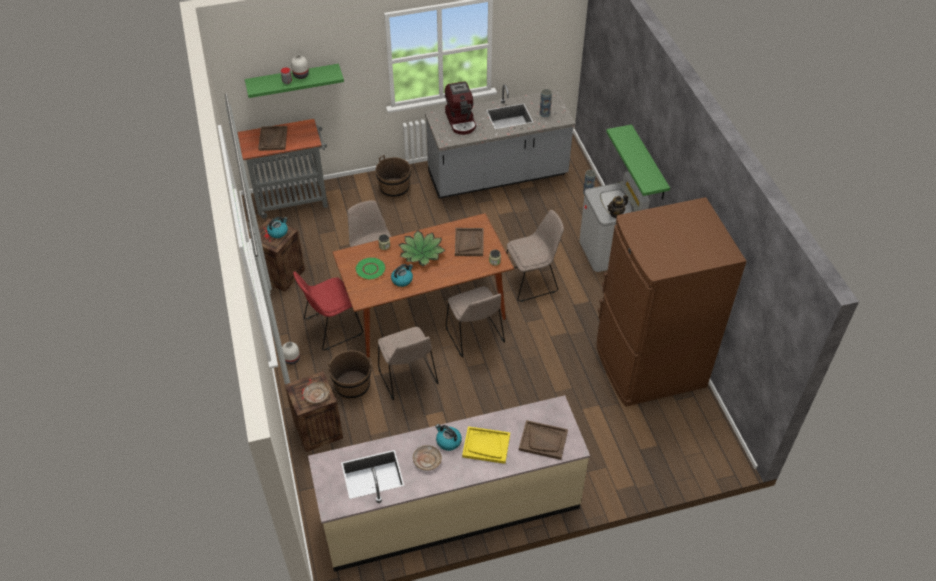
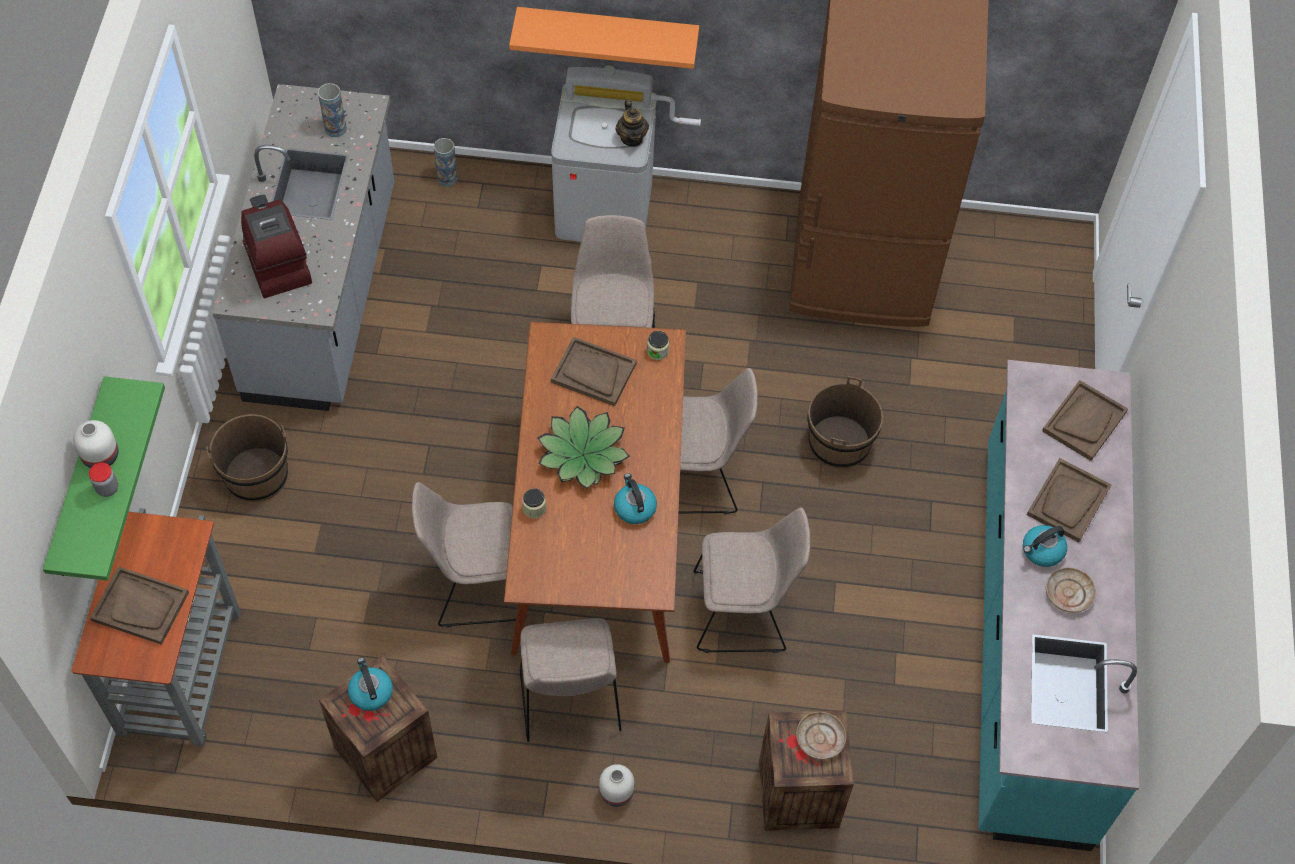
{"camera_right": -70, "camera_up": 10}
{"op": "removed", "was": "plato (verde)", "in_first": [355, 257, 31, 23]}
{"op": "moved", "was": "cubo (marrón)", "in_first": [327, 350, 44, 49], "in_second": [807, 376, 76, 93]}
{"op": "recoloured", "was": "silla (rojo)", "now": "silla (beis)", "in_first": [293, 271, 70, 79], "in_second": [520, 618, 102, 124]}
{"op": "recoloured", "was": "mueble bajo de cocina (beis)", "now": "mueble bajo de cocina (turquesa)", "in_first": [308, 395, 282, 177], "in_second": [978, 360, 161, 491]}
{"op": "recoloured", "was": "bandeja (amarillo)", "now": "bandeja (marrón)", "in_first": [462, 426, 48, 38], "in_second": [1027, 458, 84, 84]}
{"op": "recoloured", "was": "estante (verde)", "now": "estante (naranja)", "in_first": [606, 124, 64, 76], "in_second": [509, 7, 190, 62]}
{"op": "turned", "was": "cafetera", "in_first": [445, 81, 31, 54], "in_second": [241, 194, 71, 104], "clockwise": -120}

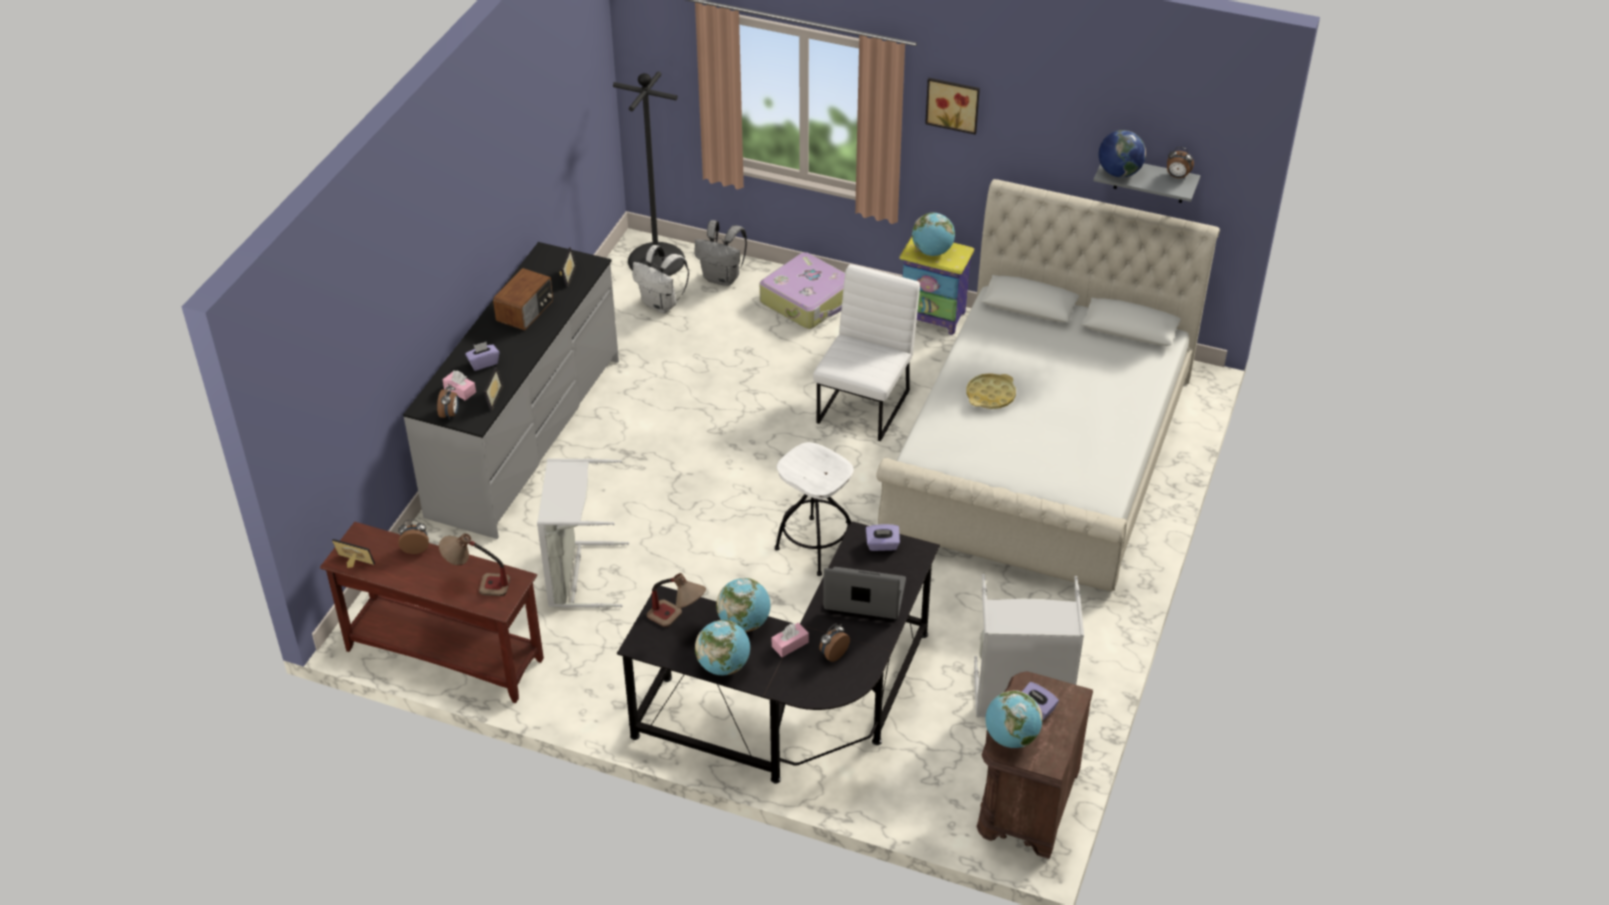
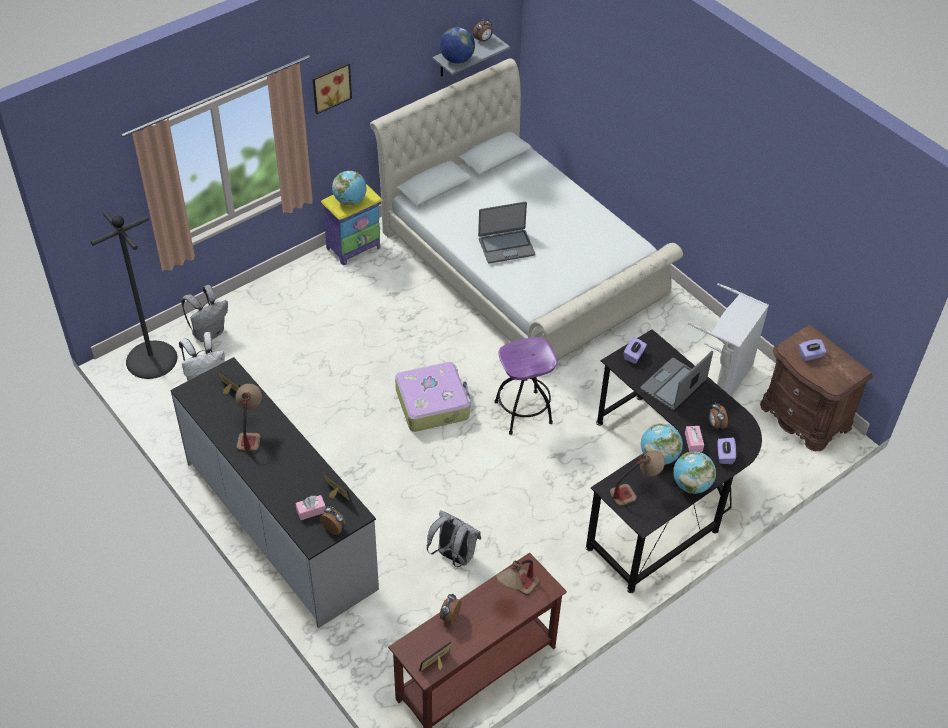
{"camera_right": -60, "camera_up": 5}
{"op": "removed", "was": "silla (blanco)", "in_first": [813, 264, 107, 177]}
{"op": "removed", "was": "globo terráqueo", "in_first": [985, 690, 58, 58]}
{"op": "moved", "was": "caja de pañuelos (morado)", "in_first": [465, 342, 35, 29], "in_second": [718, 437, 18, 27]}
{"op": "moved", "was": "maleta", "in_first": [760, 252, 85, 77], "in_second": [395, 362, 76, 70]}
{"op": "replaced", "was": "radio", "now": "lámpara de mesa", "in_first": [493, 268, 60, 62], "in_second": [236, 384, 26, 68]}
{"op": "replaced", "was": "cesto de la ropa (gris)", "now": "mochila (gris)", "in_first": [537, 458, 92, 150], "in_second": [427, 510, 54, 57]}
{"op": "replaced", "was": "bandeja (amarillo)", "now": "portátil", "in_first": [967, 373, 49, 36], "in_second": [478, 202, 57, 62]}
{"op": "recoloured", "was": "taburete (blanco)", "now": "taburete (morado)", "in_first": [775, 442, 79, 134], "in_second": [494, 337, 64, 98]}

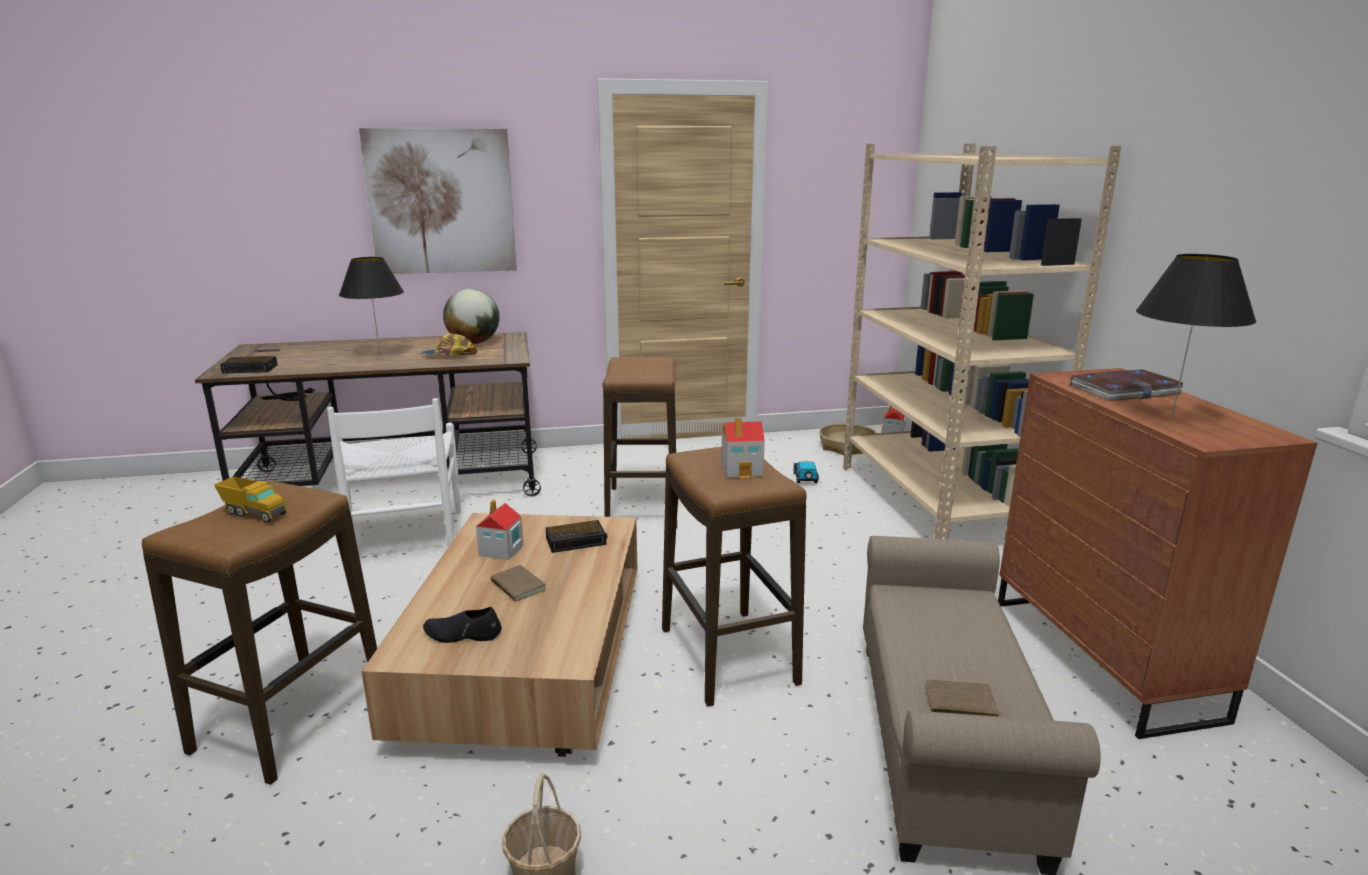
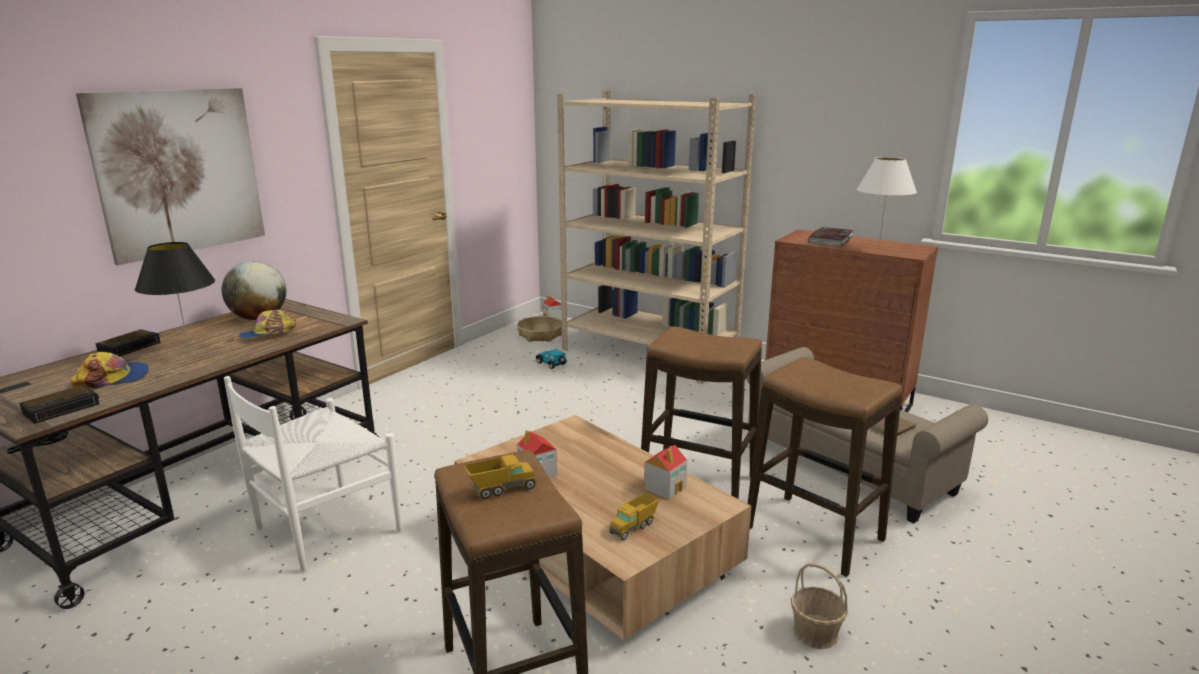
{"camera_right": -45, "camera_up": 0}
{"op": "removed", "was": "libro (marrón)", "in_first": [490, 565, 56, 37]}
{"op": "added", "now": "gorra", "in_second": [70, 352, 79, 36]}
{"op": "moved", "was": "despertador", "in_first": [545, 520, 63, 33], "in_second": [95, 329, 66, 28]}
{"op": "moved", "was": "taburete", "in_first": [602, 357, 75, 171], "in_second": [748, 357, 154, 220]}
{"op": "moved", "was": "casita", "in_first": [721, 418, 44, 60], "in_second": [644, 445, 43, 54]}
{"op": "replaced", "was": "zapato (negro)", "now": "camión de juguete", "in_first": [423, 607, 79, 36], "in_second": [609, 493, 50, 47]}
{"op": "recoloured", "was": "lámpara de mesa (negro)", "now": "lámpara de mesa (blanco)", "in_first": [1136, 254, 120, 165], "in_second": [857, 157, 60, 92]}
{"op": "turned", "was": "silla (blanco)", "in_first": [327, 398, 134, 149], "in_second": [224, 376, 178, 196], "clockwise": 105}

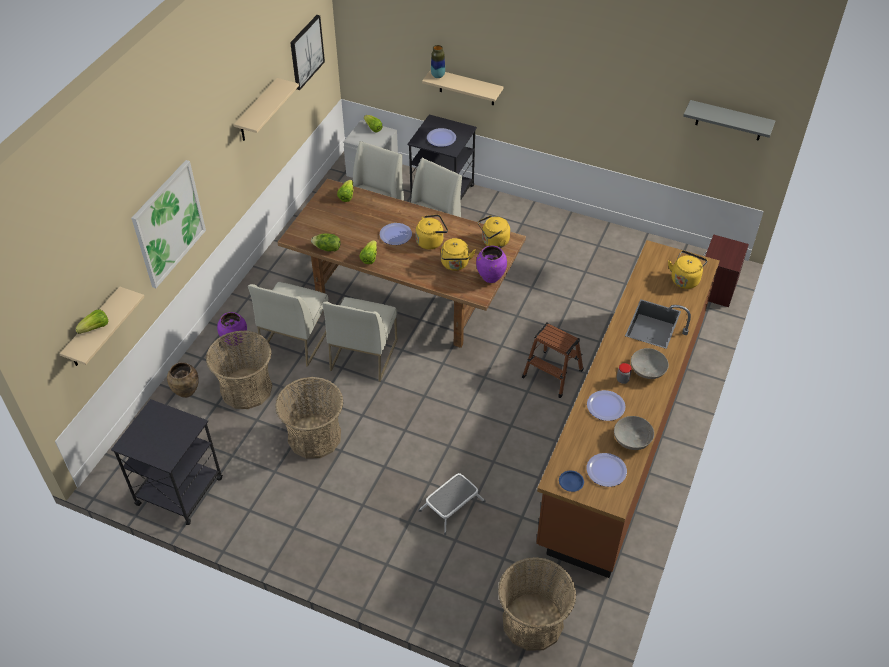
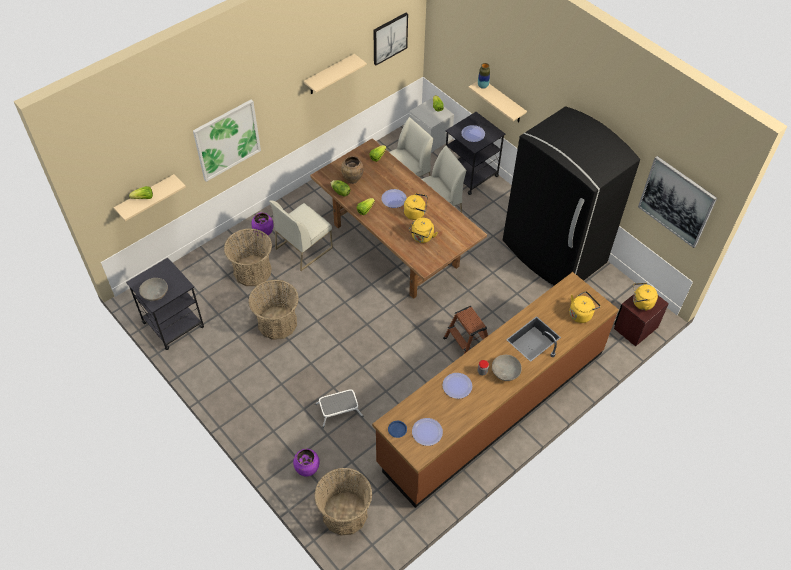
{"camera_right": 25, "camera_up": 5}
{"op": "removed", "was": "silla (blanco)", "in_first": [322, 297, 76, 85]}
{"op": "added", "now": "nevera (negro)", "in_second": [503, 107, 137, 179]}
{"op": "moved", "was": "florero (marrón)", "in_first": [167, 362, 32, 36], "in_second": [341, 156, 23, 28]}
{"op": "moved", "was": "florero (morado)", "in_first": [476, 245, 31, 38], "in_second": [293, 449, 27, 28]}
{"op": "moved", "was": "hervidor (amarillo)", "in_first": [478, 215, 32, 33], "in_second": [633, 283, 25, 27]}
{"op": "moved", "was": "cuenco (gris)", "in_first": [614, 416, 40, 34], "in_second": [139, 278, 29, 23]}
{"op": "replaced", "was": "estante (gris)", "now": "cuadro", "in_first": [683, 100, 92, 41], "in_second": [638, 156, 79, 92]}

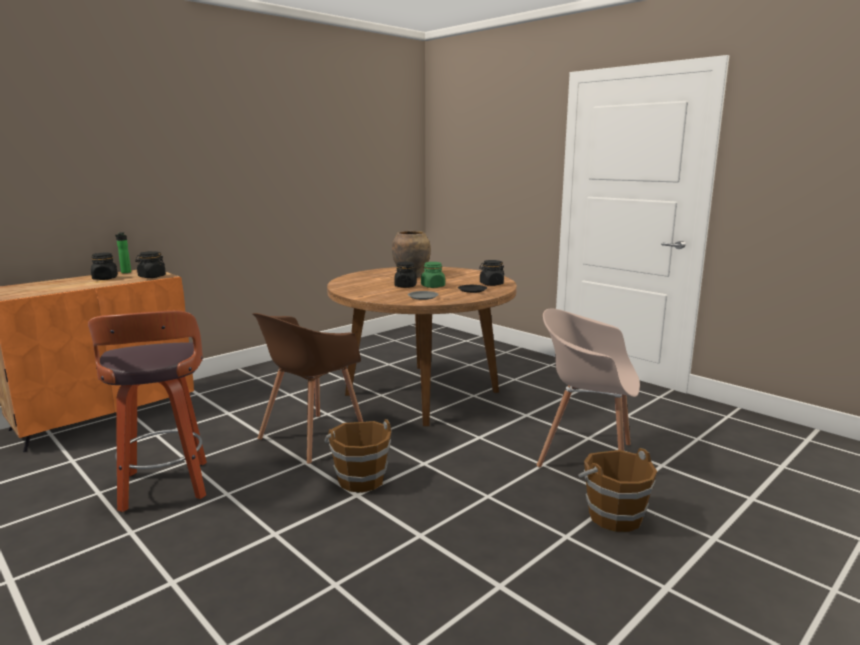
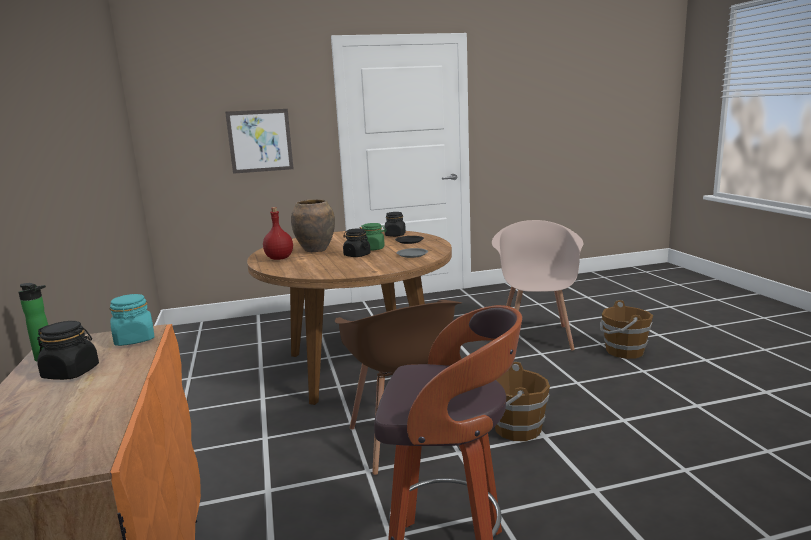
{"camera_right": -60, "camera_up": 0}
{"op": "added", "now": "cuadro", "in_second": [225, 109, 69, 65]}
{"op": "added", "now": "botella (rojo)", "in_second": [263, 207, 30, 53]}
{"op": "recoloured", "was": "tarro (negro)", "now": "tarro (turquesa)", "in_first": [135, 251, 31, 27], "in_second": [110, 294, 44, 52]}
{"op": "turned", "was": "silla (beis)", "in_first": [537, 308, 103, 159], "in_second": [492, 220, 91, 131], "clockwise": 135}

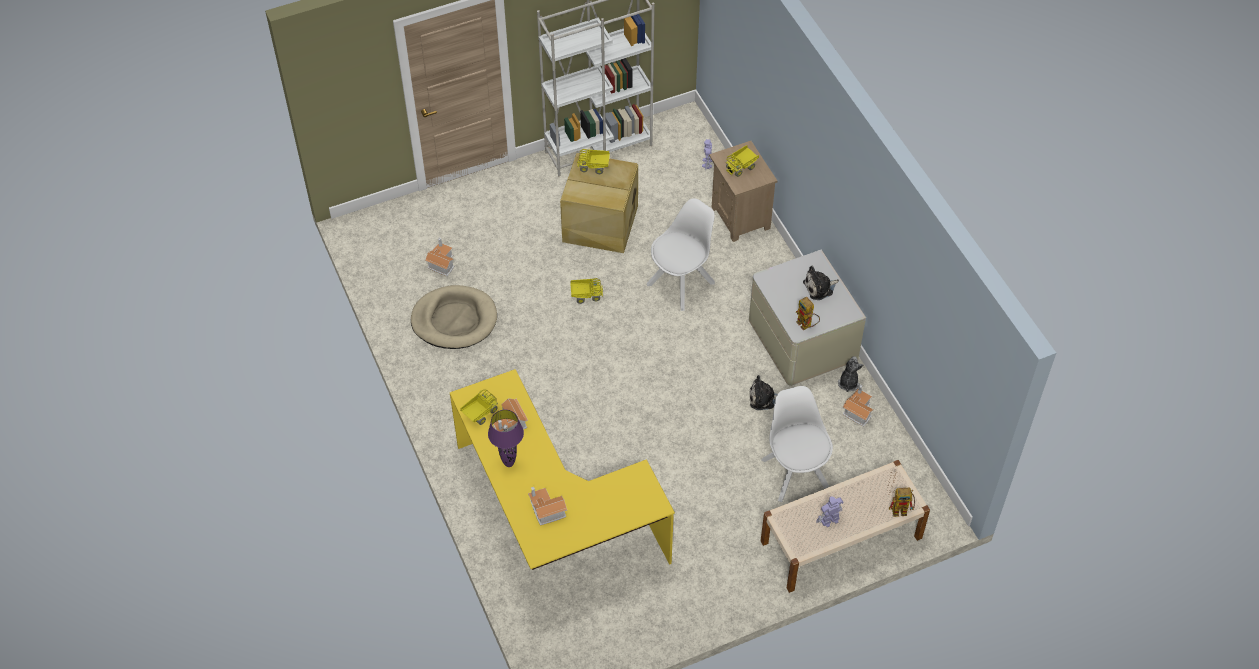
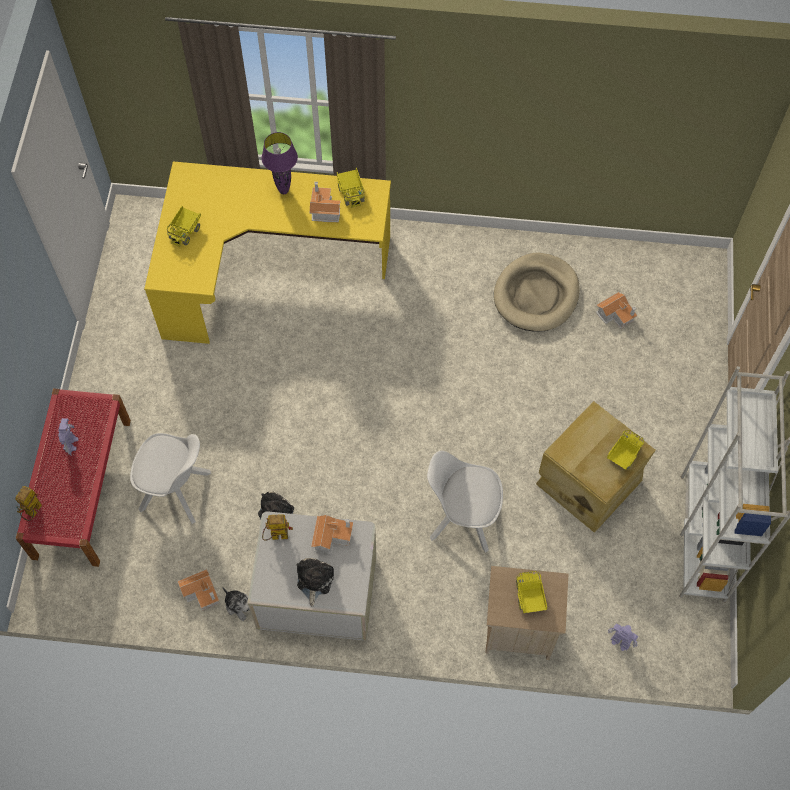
{"camera_right": 120, "camera_up": 10}
{"op": "moved", "was": "casita", "in_first": [528, 487, 39, 39], "in_second": [311, 515, 42, 39]}
{"op": "moved", "was": "camión de juguete", "in_first": [570, 278, 33, 26], "in_second": [167, 206, 34, 41]}
{"op": "recoloured", "was": "banco (beis)", "now": "banco (rojo)", "in_first": [761, 460, 169, 133], "in_second": [16, 388, 115, 179]}
{"op": "turned", "was": "silla (blanco)", "in_first": [647, 198, 68, 113], "in_second": [427, 451, 76, 102], "clockwise": 120}

